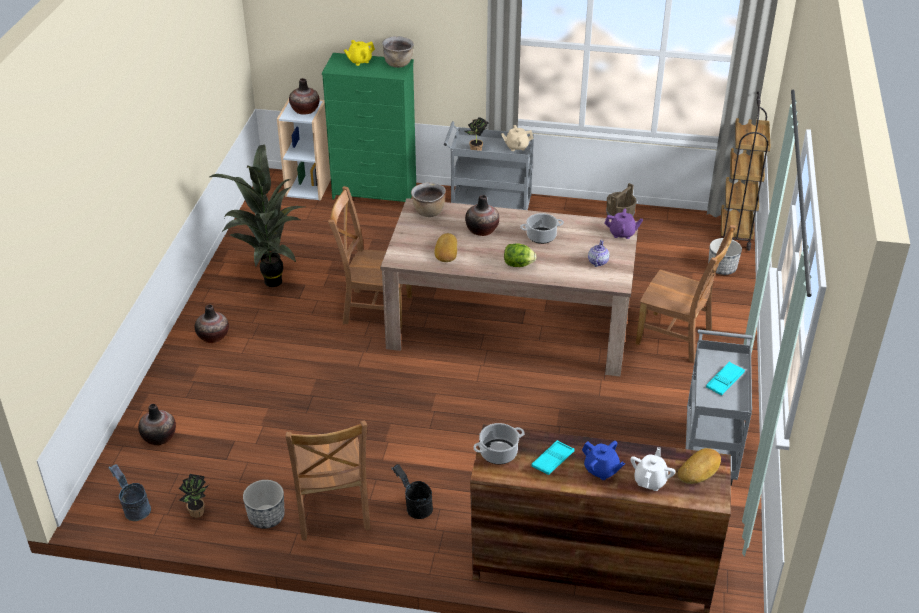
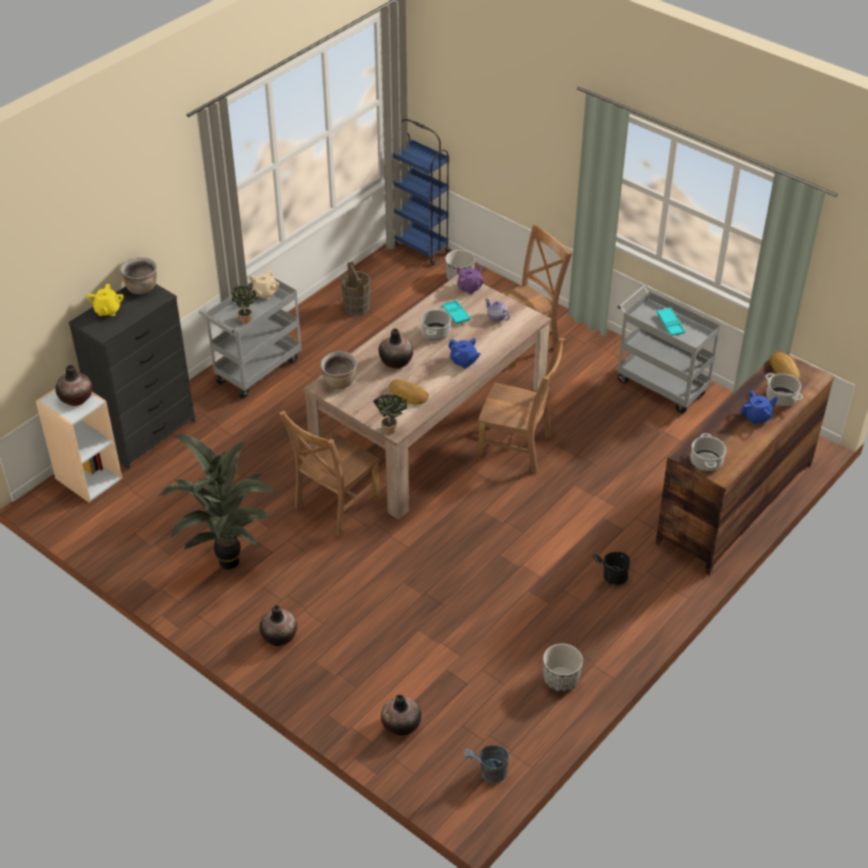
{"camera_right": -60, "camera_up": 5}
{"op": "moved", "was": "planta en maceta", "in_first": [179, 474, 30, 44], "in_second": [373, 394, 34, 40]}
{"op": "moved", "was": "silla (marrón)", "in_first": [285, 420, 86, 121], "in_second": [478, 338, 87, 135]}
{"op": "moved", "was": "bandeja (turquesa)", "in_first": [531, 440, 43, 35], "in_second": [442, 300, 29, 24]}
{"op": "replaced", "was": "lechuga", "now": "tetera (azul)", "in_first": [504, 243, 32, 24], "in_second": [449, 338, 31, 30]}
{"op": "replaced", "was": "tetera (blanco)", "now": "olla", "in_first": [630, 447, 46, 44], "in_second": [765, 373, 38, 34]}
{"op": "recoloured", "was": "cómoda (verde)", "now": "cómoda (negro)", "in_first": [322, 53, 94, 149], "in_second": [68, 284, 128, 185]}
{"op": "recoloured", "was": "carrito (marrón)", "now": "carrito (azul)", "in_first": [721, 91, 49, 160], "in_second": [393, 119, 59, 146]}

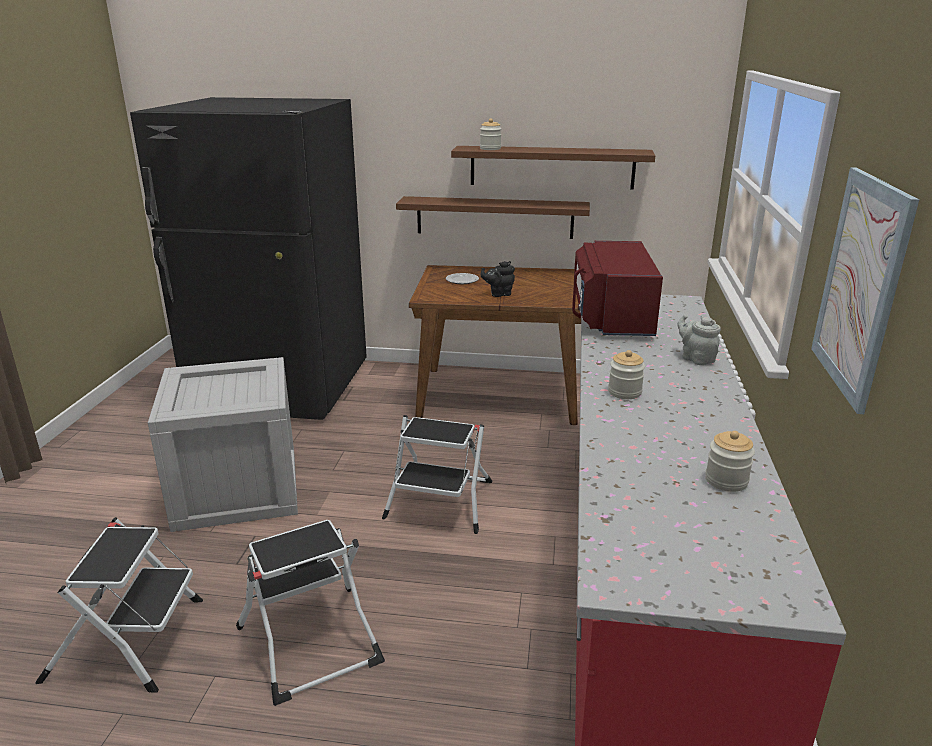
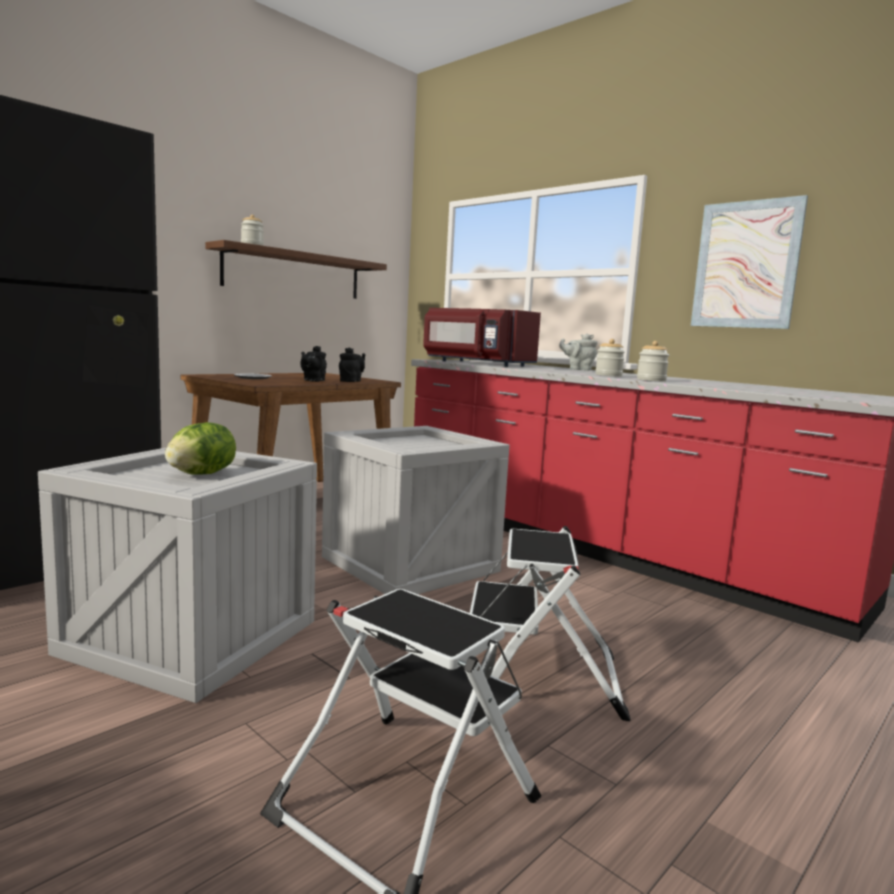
{"camera_right": -55, "camera_up": -15}
{"op": "removed", "was": "estante (marrón)", "in_first": [396, 196, 194, 43]}
{"op": "added", "now": "lechuga", "in_second": [165, 422, 71, 53]}
{"op": "added", "now": "tetera (negro)", "in_second": [339, 347, 27, 35]}
{"op": "moved", "was": "tarro", "in_first": [705, 431, 50, 61], "in_second": [637, 341, 32, 40]}
{"op": "replaced", "was": "escalera de tijera", "now": "caja de embalaje", "in_first": [382, 415, 111, 119], "in_second": [322, 426, 188, 168]}

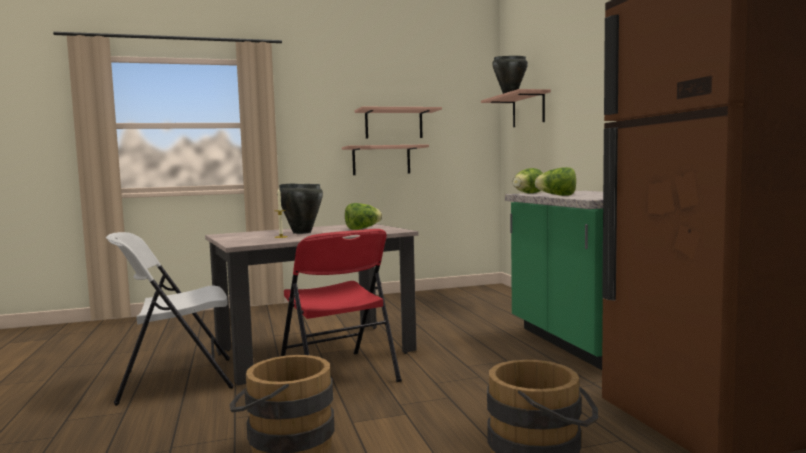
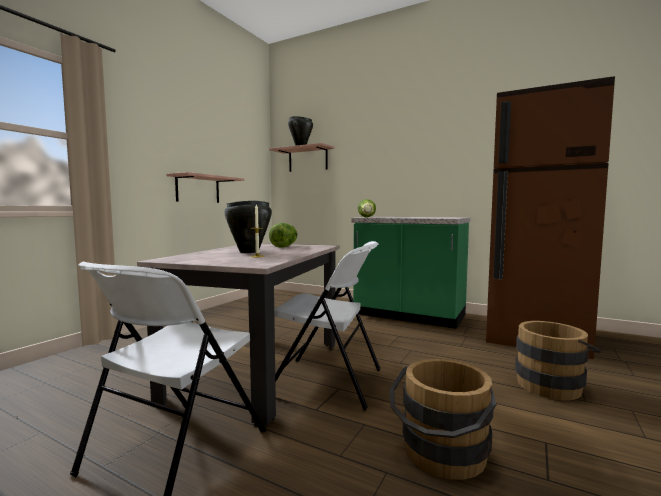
{"camera_right": -45, "camera_up": 0}
{"op": "removed", "was": "estante", "in_first": [355, 107, 87, 32]}
{"op": "removed", "was": "lechuga", "in_first": [535, 167, 41, 29]}
{"op": "recoloured", "was": "silla (rojo)", "now": "silla (blanco)", "in_first": [281, 229, 121, 153], "in_second": [274, 241, 107, 170]}

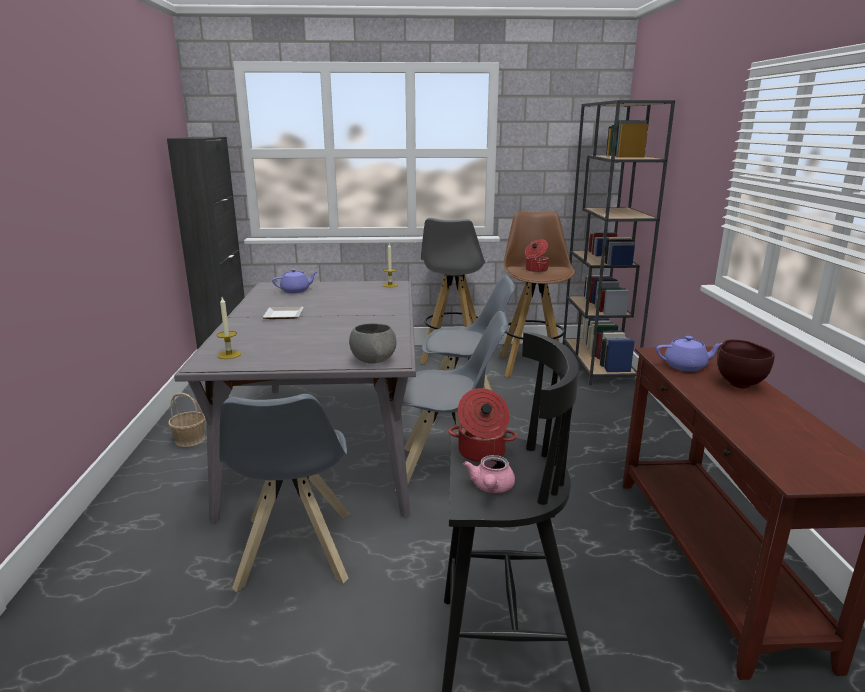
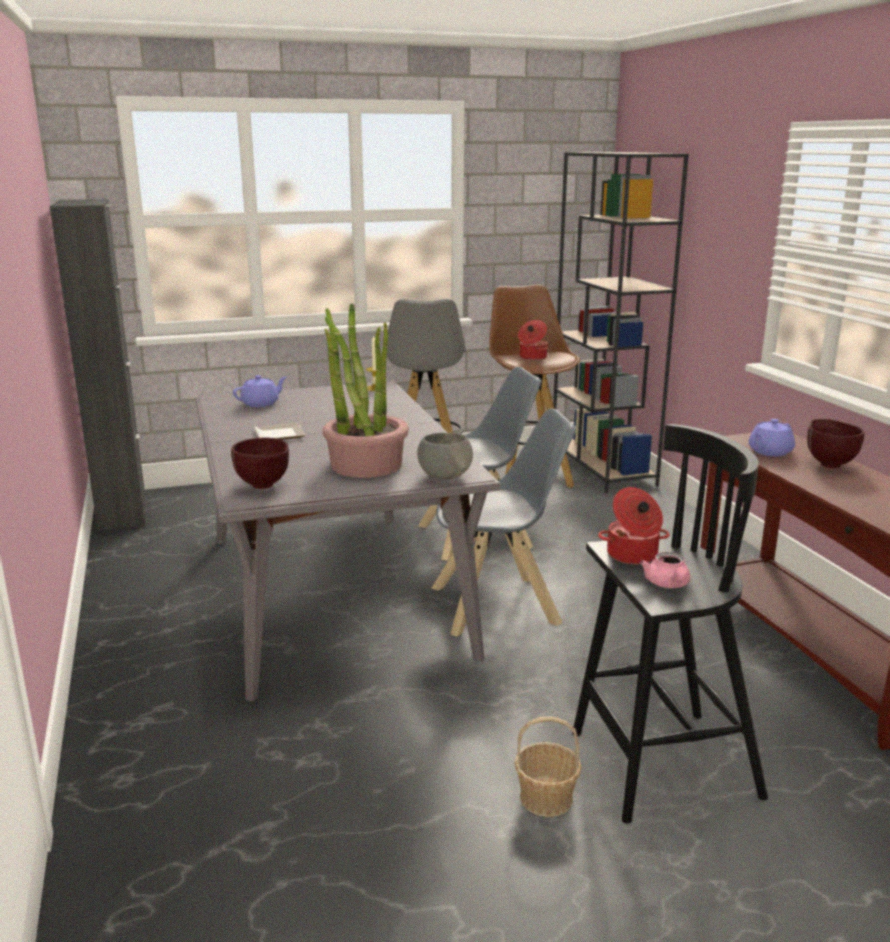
{"camera_right": -15, "camera_up": 0}
{"op": "removed", "was": "silla (gris)", "in_first": [219, 394, 131, 198]}
{"op": "added", "now": "planta en maceta", "in_second": [323, 304, 86, 174]}
{"op": "moved", "was": "cesta", "in_first": [168, 393, 38, 54], "in_second": [514, 716, 68, 101]}
{"op": "replaced", "was": "vela", "now": "cuenco (marrón)", "in_first": [216, 297, 25, 62], "in_second": [231, 438, 58, 51]}
{"op": "turned", "was": "tetera (morado)", "in_first": [656, 336, 67, 36], "in_second": [749, 419, 46, 37], "clockwise": 150}

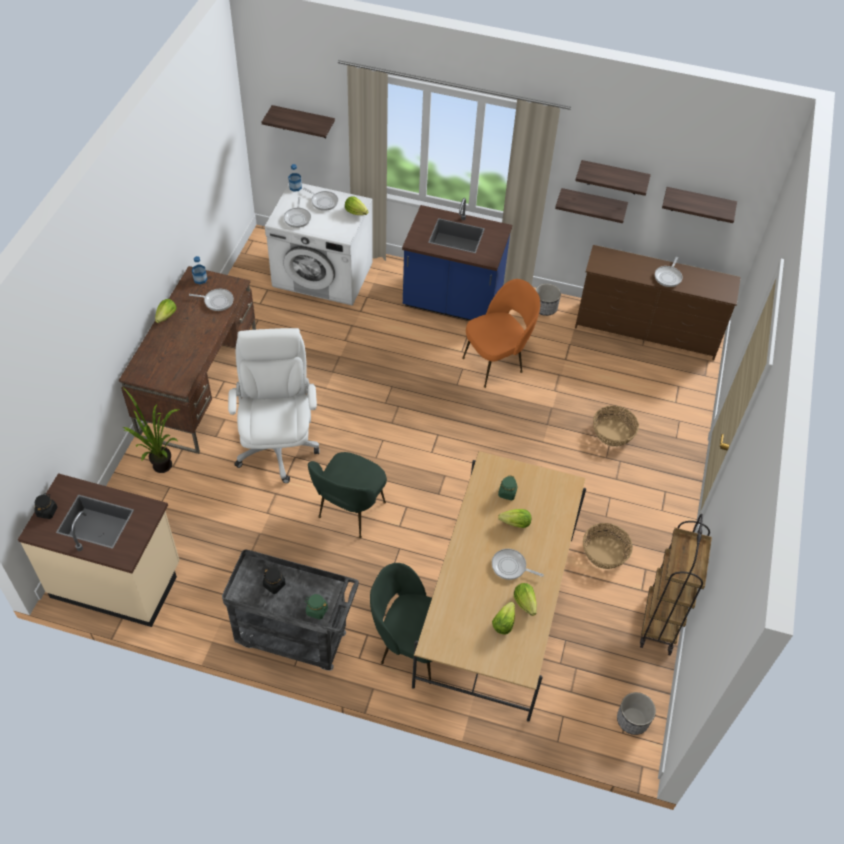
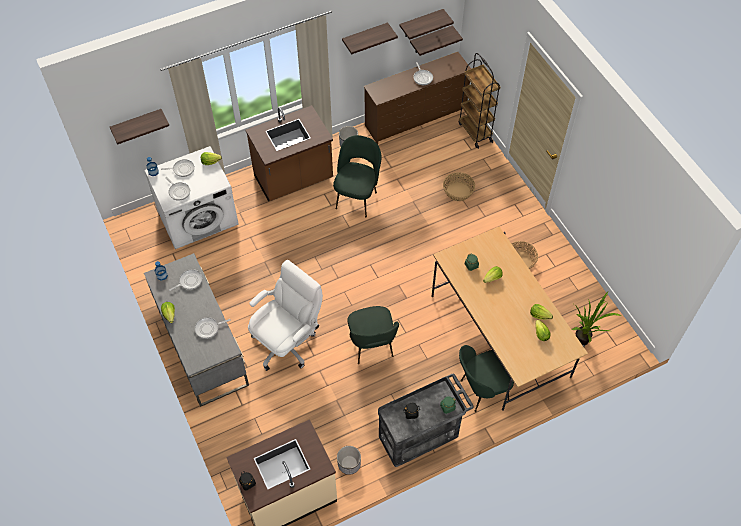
{"camera_right": -40, "camera_up": 5}
{"op": "moved", "was": "planta en maceta", "in_first": [122, 387, 58, 86], "in_second": [572, 292, 49, 53]}
{"op": "moved", "was": "sartén", "in_first": [492, 549, 52, 31], "in_second": [195, 317, 36, 22]}
{"op": "moved", "was": "estante", "in_first": [555, 188, 73, 35], "in_second": [410, 25, 53, 31]}
{"op": "moved", "was": "maceta", "in_first": [617, 692, 39, 43], "in_second": [337, 446, 24, 29]}
{"op": "moved", "was": "carrito (marrón)", "in_first": [640, 514, 72, 142], "in_second": [459, 53, 41, 96]}
{"op": "recoloured", "was": "escritorio (marrón)", "now": "escritorio (gris)", "in_first": [119, 266, 137, 188], "in_second": [144, 253, 105, 154]}
{"op": "recoloured", "was": "mueble bajo de cocina (azul)", "now": "mueble bajo de cocina (marrón)", "in_first": [402, 198, 110, 122], "in_second": [246, 105, 87, 96]}
{"op": "recoloured", "was": "silla (naranja)", "now": "silla (verde)", "in_first": [462, 279, 78, 109], "in_second": [333, 135, 49, 82]}
{"op": "turned", "was": "silla de oficina (blanco)", "in_first": [228, 328, 92, 155], "in_second": [248, 260, 75, 111], "clockwise": 90}

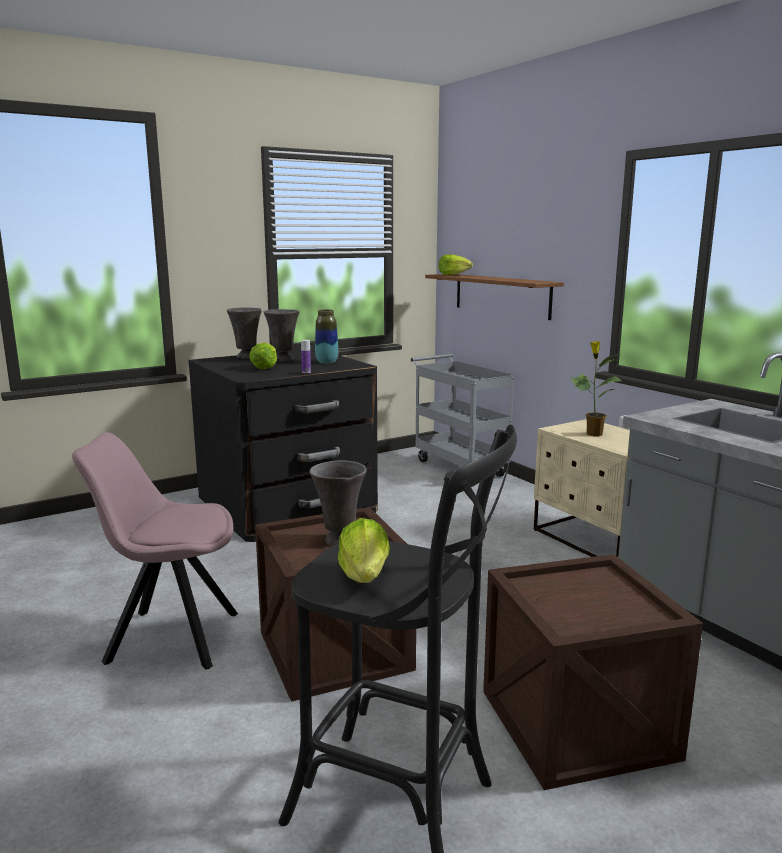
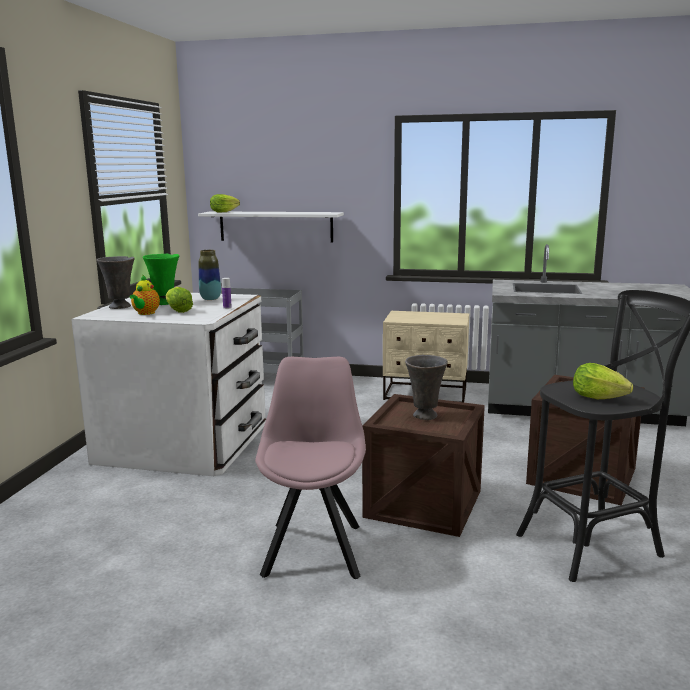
{"camera_right": -45, "camera_up": 0}
{"op": "removed", "was": "planta en maceta", "in_first": [571, 341, 51, 95]}
{"op": "added", "now": "tetera", "in_second": [129, 275, 31, 40]}
{"op": "recoloured", "was": "cómoda (negro)", "now": "cómoda (blanco)", "in_first": [189, 348, 189, 194], "in_second": [71, 293, 195, 183]}
{"op": "recoloured", "was": "florero (gris)", "now": "florero (verde)", "in_first": [264, 309, 36, 52], "in_second": [143, 254, 36, 51]}
{"op": "recoloured", "was": "estante (marrón)", "now": "estante (blanco)", "in_first": [425, 274, 139, 46], "in_second": [198, 211, 146, 31]}
{"op": "turned", "was": "silla (rosa)", "in_first": [72, 432, 166, 237], "in_second": [255, 357, 111, 222], "clockwise": 135}

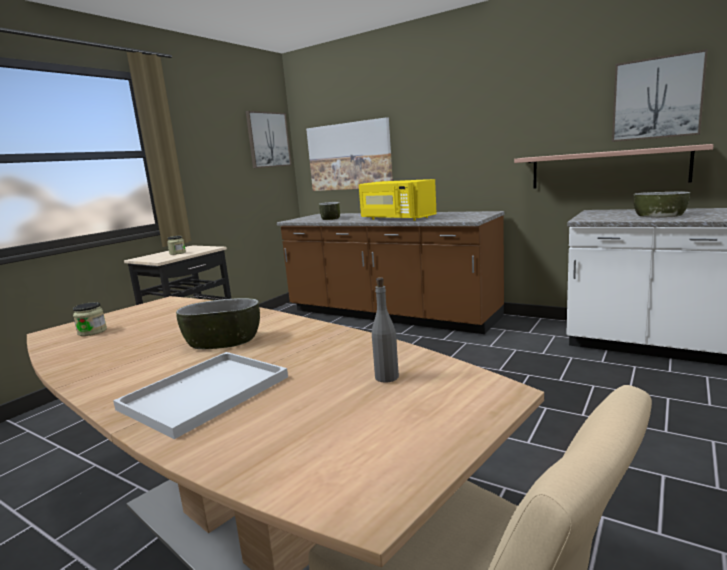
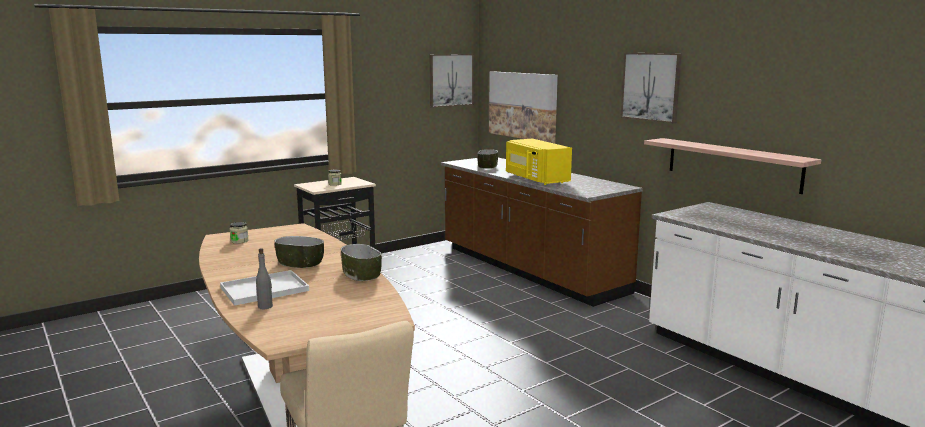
{"camera_right": 20, "camera_up": 0}
{"op": "moved", "was": "botella (gris)", "in_first": [372, 277, 27, 106], "in_second": [256, 248, 17, 61]}
{"op": "moved", "was": "cuadro", "in_first": [612, 49, 96, 93], "in_second": [620, 53, 62, 70]}
{"op": "moved", "was": "cuenco", "in_first": [633, 192, 57, 25], "in_second": [341, 244, 41, 37]}

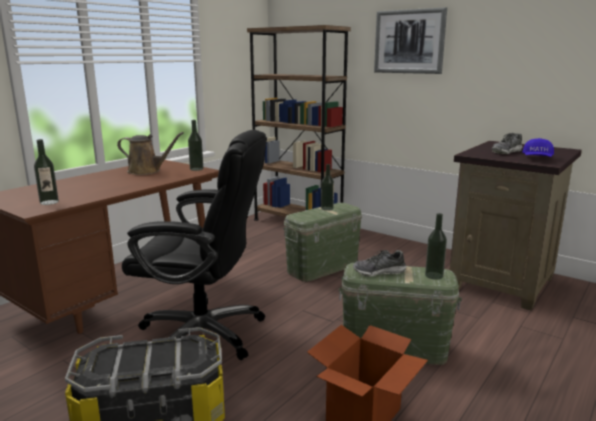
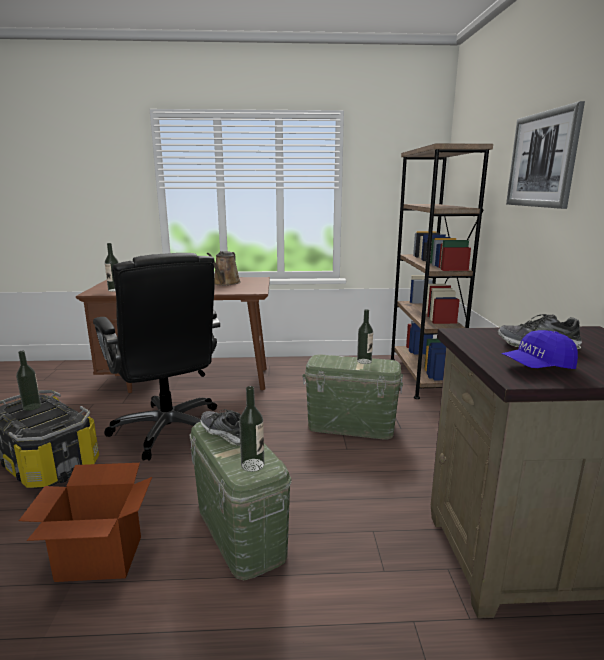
{"camera_right": 50, "camera_up": 0}
{"op": "moved", "was": "botella", "in_first": [188, 120, 15, 51], "in_second": [16, 351, 25, 60]}
{"op": "turned", "was": "regadera (marrón)", "in_first": [117, 132, 67, 43], "in_second": [207, 251, 34, 35], "clockwise": 45}

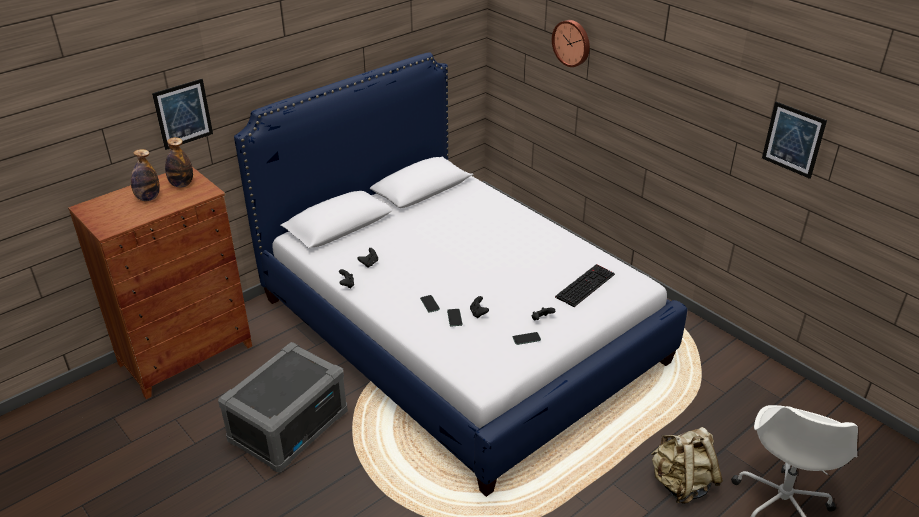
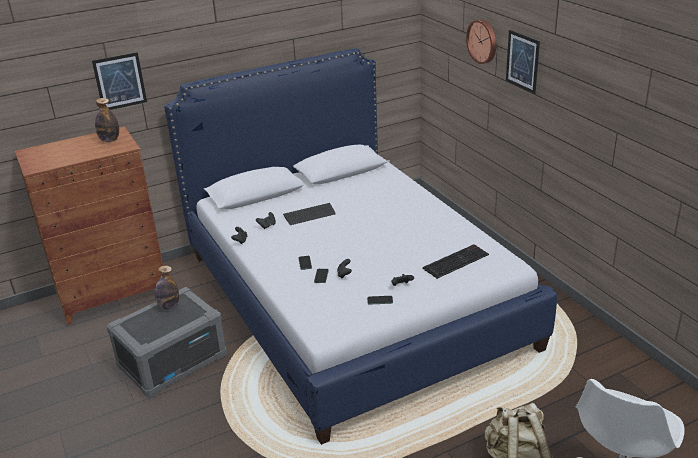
{"camera_right": 15, "camera_up": -5}
{"op": "added", "now": "teclado", "in_second": [283, 203, 53, 22]}
{"op": "moved", "was": "botella", "in_first": [131, 149, 29, 52], "in_second": [155, 266, 24, 44]}
{"op": "moved", "was": "cuadro", "in_first": [762, 102, 65, 77], "in_second": [506, 30, 34, 64]}

